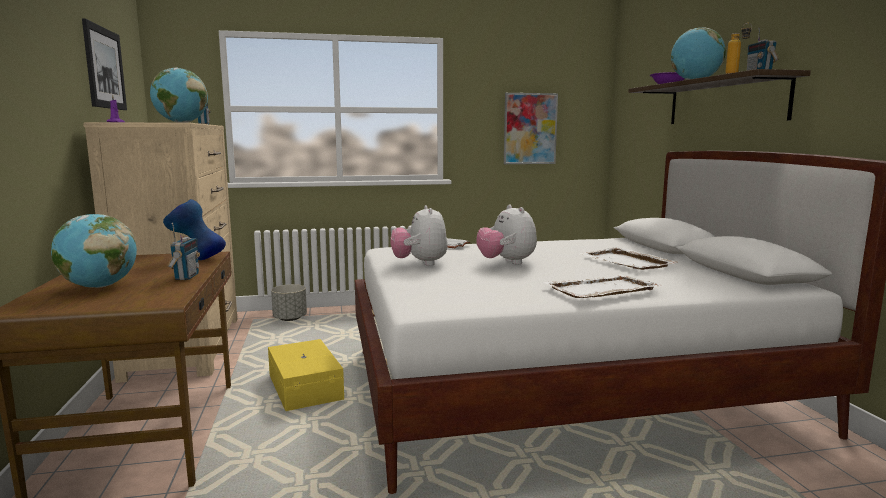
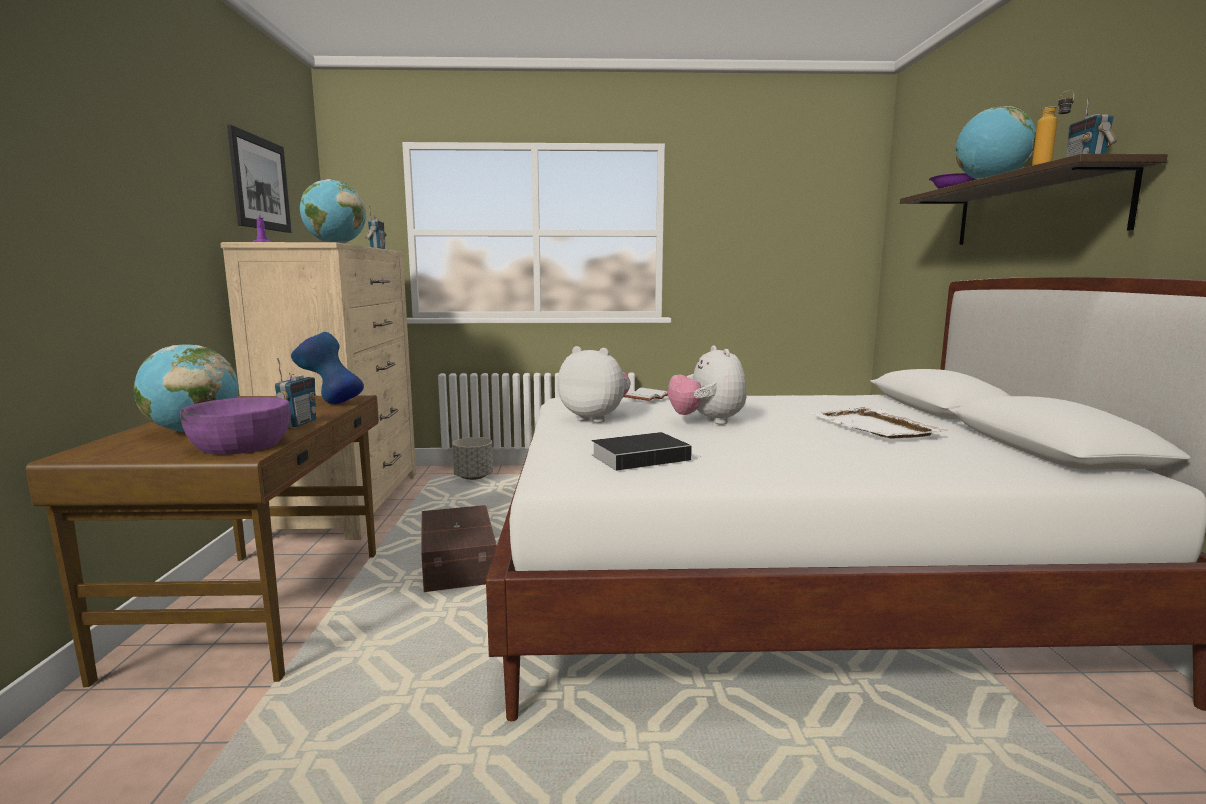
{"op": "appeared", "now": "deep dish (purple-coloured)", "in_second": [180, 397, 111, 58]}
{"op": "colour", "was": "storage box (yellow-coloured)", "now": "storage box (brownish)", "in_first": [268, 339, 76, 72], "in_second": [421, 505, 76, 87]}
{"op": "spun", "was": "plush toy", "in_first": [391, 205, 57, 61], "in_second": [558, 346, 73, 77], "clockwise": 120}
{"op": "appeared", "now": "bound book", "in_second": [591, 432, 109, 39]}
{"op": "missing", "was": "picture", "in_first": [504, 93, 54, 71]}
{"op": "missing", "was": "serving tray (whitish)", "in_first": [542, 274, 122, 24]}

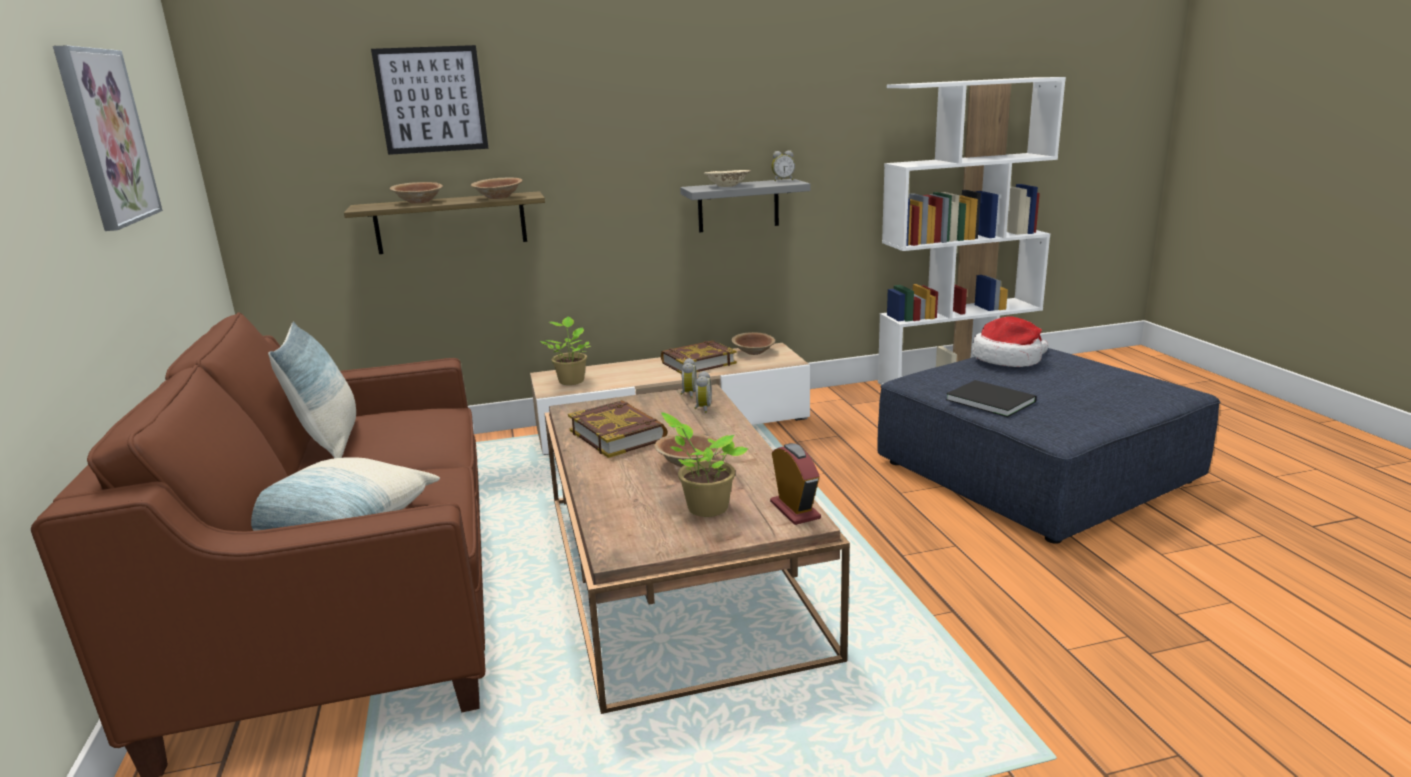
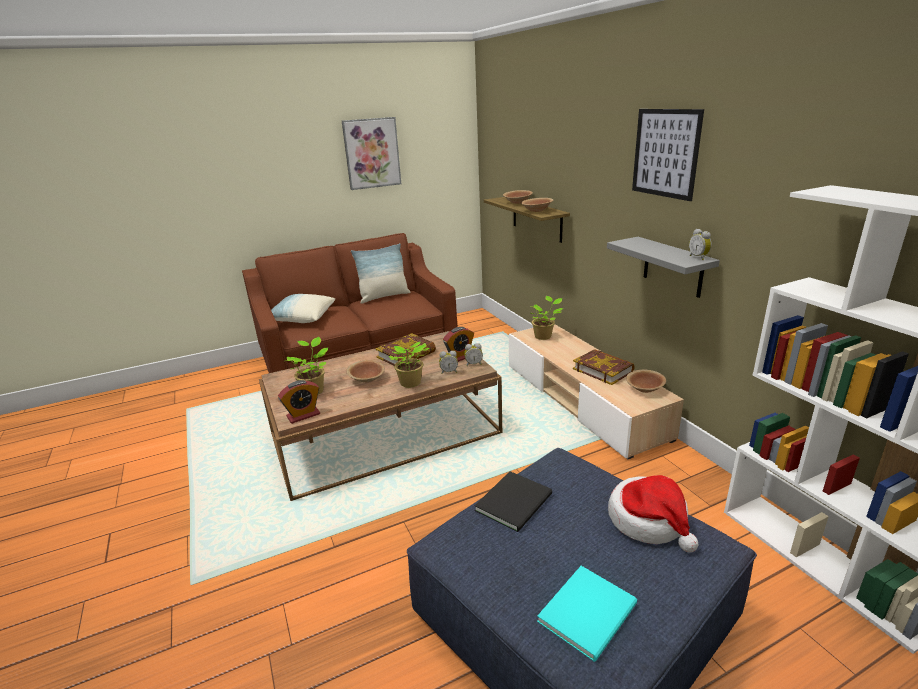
{"op": "appeared", "now": "plant in a pot", "in_second": [389, 342, 41, 46]}
{"op": "appeared", "now": "alarm clock", "in_second": [443, 327, 31, 35]}
{"op": "appeared", "now": "bound book (blue-green)", "in_second": [537, 566, 100, 96]}
{"op": "relocated", "was": "picture", "in_first": [371, 45, 118, 110], "in_second": [632, 109, 72, 92]}
{"op": "missing", "was": "deep dish (beige-coloured)", "in_first": [704, 170, 47, 17]}

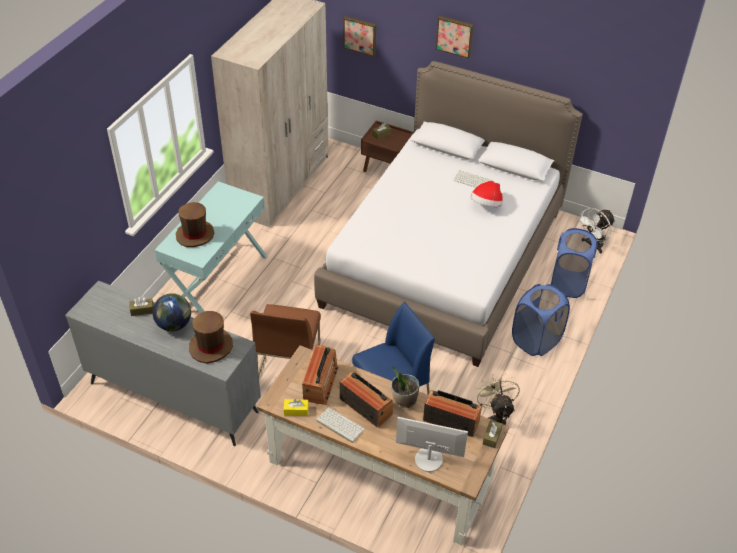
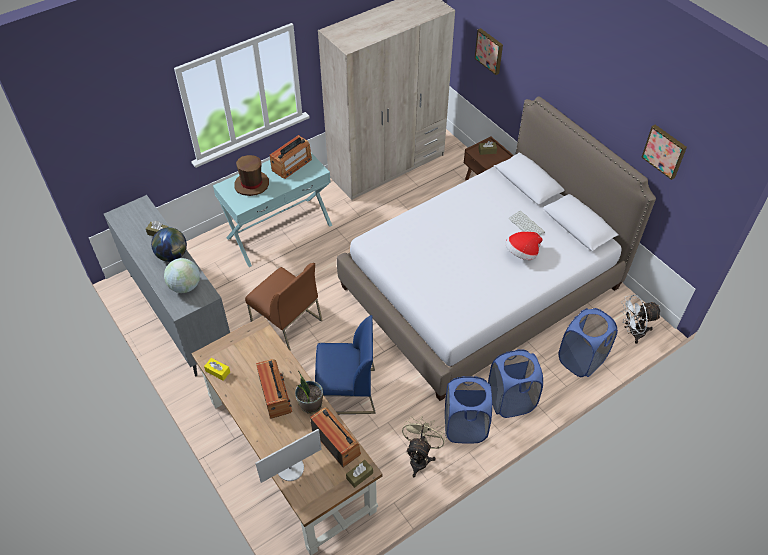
{"op": "exchanged", "was": "wearable hat (brownish)", "now": "desk globe", "in_first": [189, 311, 44, 53], "in_second": [164, 258, 36, 35]}
{"op": "spun", "was": "upright chair (brownish)", "in_first": [250, 304, 71, 71], "in_second": [245, 263, 78, 88], "clockwise": -90}
{"op": "spun", "was": "monitor", "in_first": [396, 417, 72, 55], "in_second": [255, 429, 67, 54], "clockwise": 105}
{"op": "relocated", "was": "radio", "in_first": [302, 345, 36, 60], "in_second": [270, 135, 42, 44]}
{"op": "appeared", "now": "washing basket (bluish)", "in_second": [445, 376, 47, 68]}
{"op": "relocated", "was": "picture", "in_first": [436, 16, 38, 43], "in_second": [641, 125, 46, 55]}
{"op": "missing", "was": "keyboard", "in_first": [316, 407, 49, 36]}

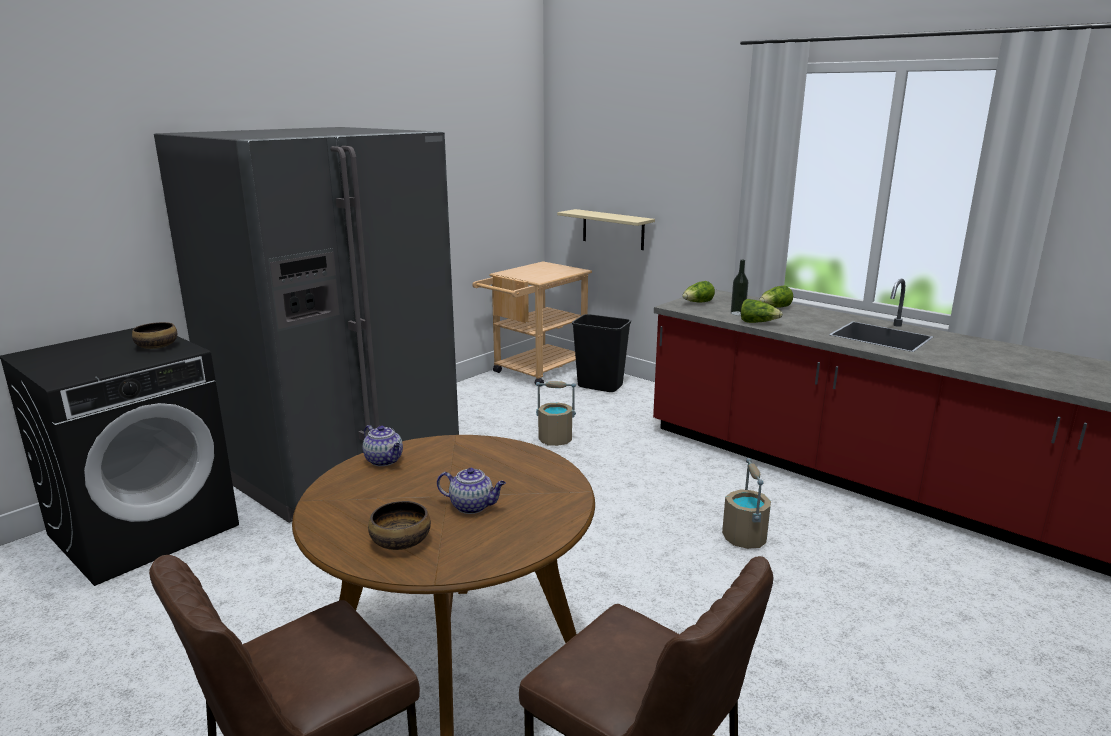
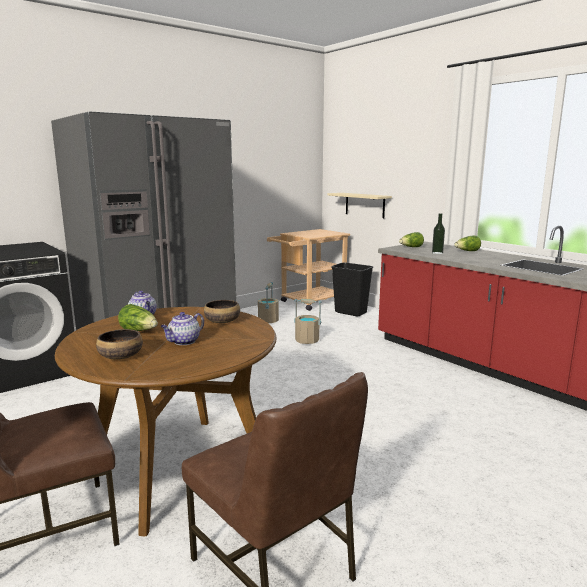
{"op": "relocated", "was": "head of lettuce", "in_first": [741, 299, 42, 24], "in_second": [118, 304, 40, 27]}
{"op": "spun", "was": "teapot", "in_first": [437, 468, 69, 46], "in_second": [161, 312, 43, 33], "clockwise": 105}
{"op": "relocated", "was": "deep dish", "in_first": [132, 322, 45, 27], "in_second": [204, 300, 36, 23]}
{"op": "relocated", "was": "bucket (beige-coloured)", "in_first": [722, 458, 49, 91], "in_second": [258, 282, 21, 41]}

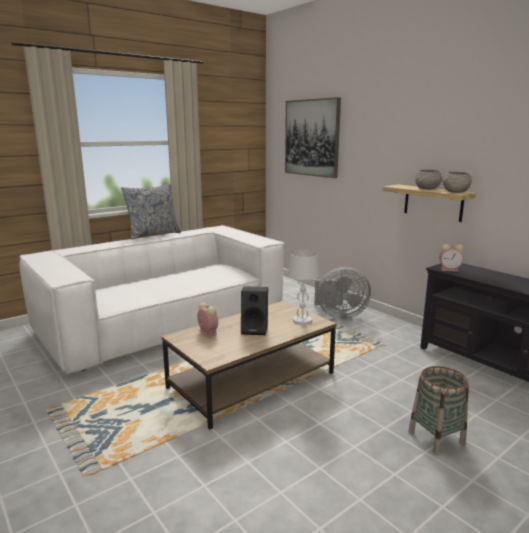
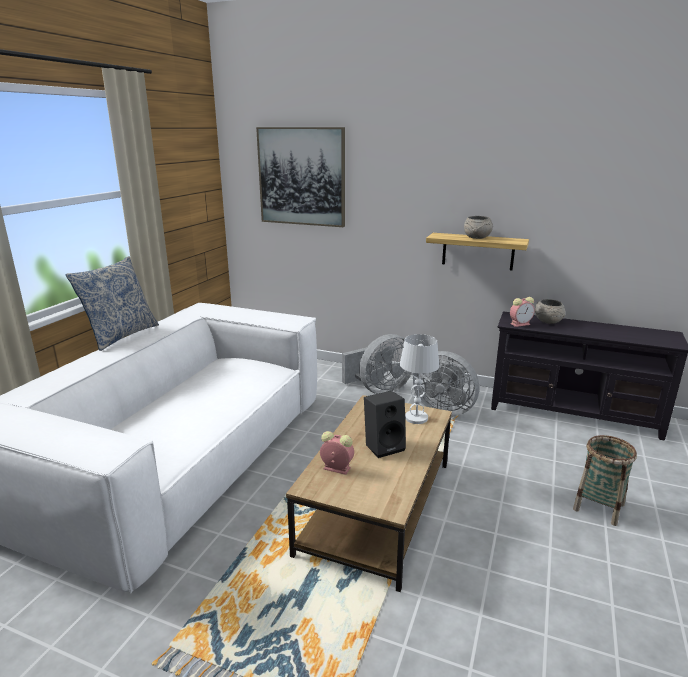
{"op": "appeared", "now": "fan (grey)", "in_second": [413, 351, 66, 66]}
{"op": "relocated", "was": "deep dish (grey)", "in_first": [442, 172, 30, 21], "in_second": [535, 299, 30, 25]}

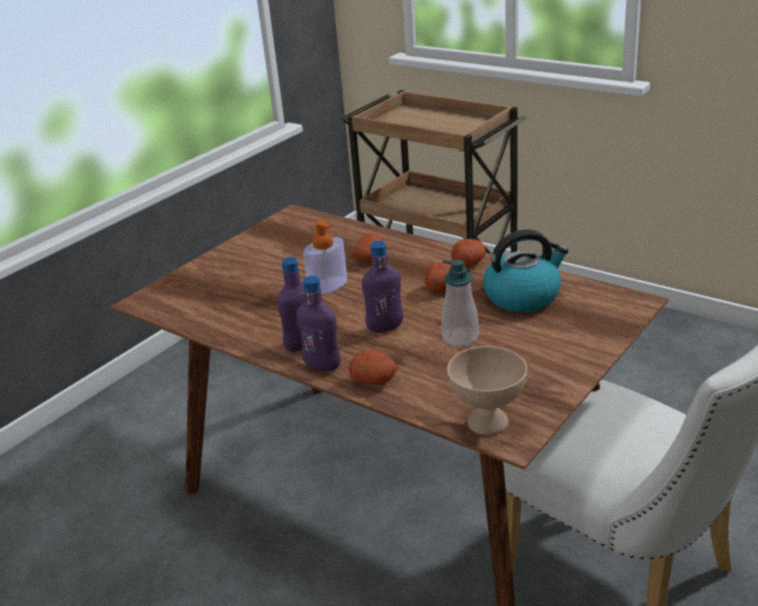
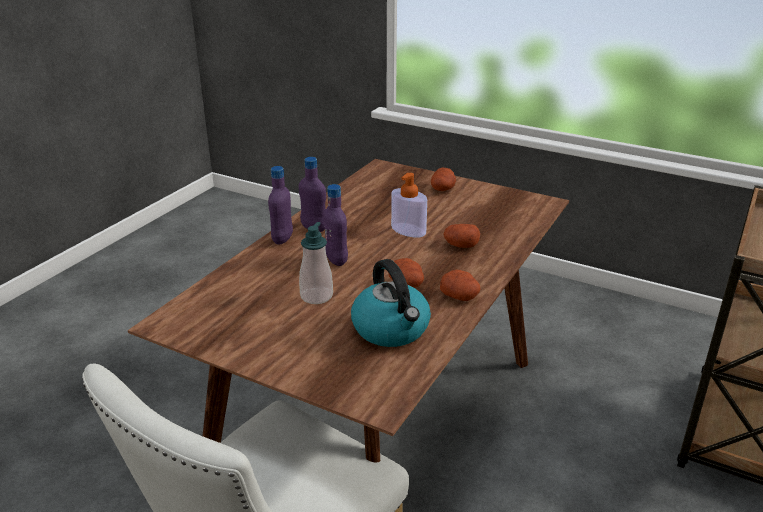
{"op": "relocated", "was": "whole potato", "in_first": [349, 350, 48, 35], "in_second": [431, 168, 25, 23]}
{"op": "missing", "was": "deep dish (beige-coloured)", "in_first": [447, 346, 80, 90]}

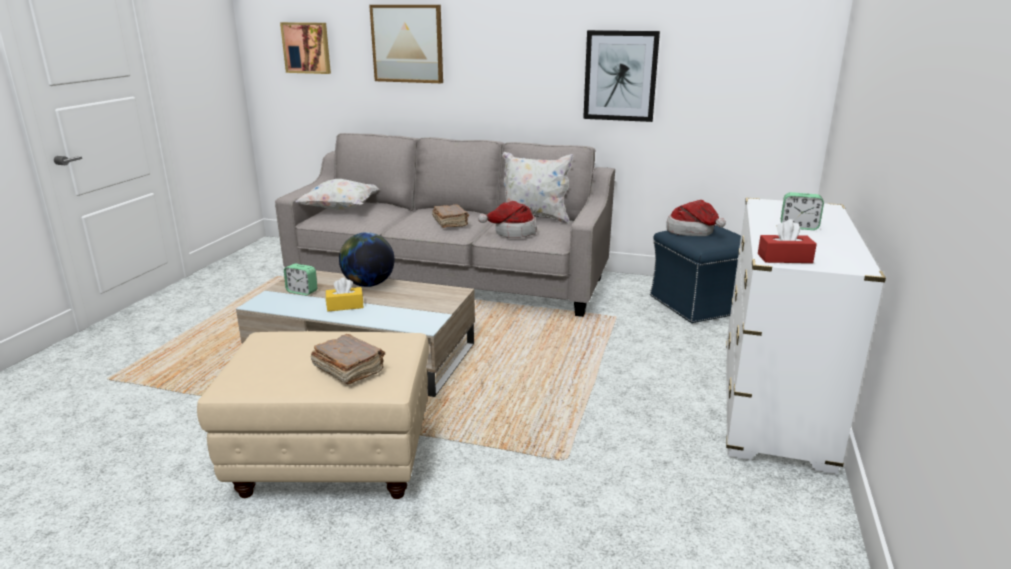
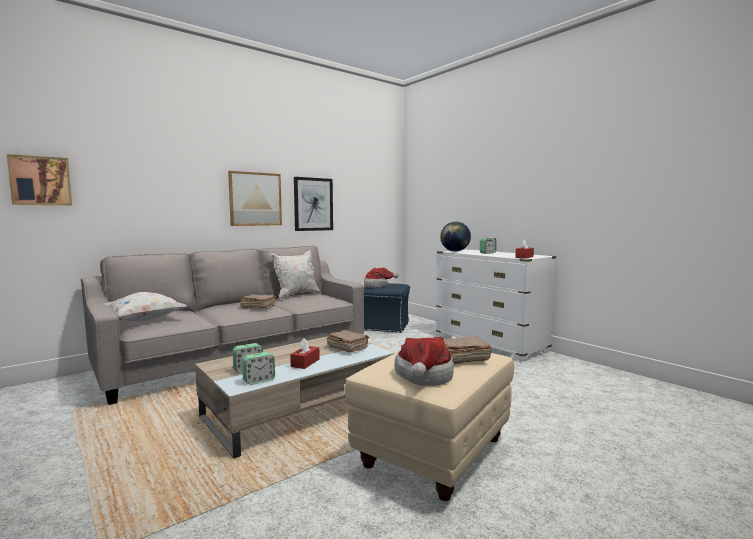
{"op": "relocated", "was": "picture", "in_first": [369, 5, 74, 78], "in_second": [228, 171, 54, 55]}
{"op": "appeared", "now": "alarm clock", "in_second": [242, 352, 33, 33]}
{"op": "colour", "was": "tissue holder (yellow-coloured)", "now": "tissue holder (reddish)", "in_first": [326, 278, 38, 33], "in_second": [290, 338, 30, 31]}
{"op": "appeared", "now": "bound book (brownish)", "in_second": [327, 330, 42, 23]}
{"op": "relocated", "was": "wearable hat", "in_first": [478, 201, 59, 37], "in_second": [395, 337, 59, 49]}
{"op": "relocated", "was": "desk globe", "in_first": [339, 232, 56, 55], "in_second": [440, 222, 31, 29]}

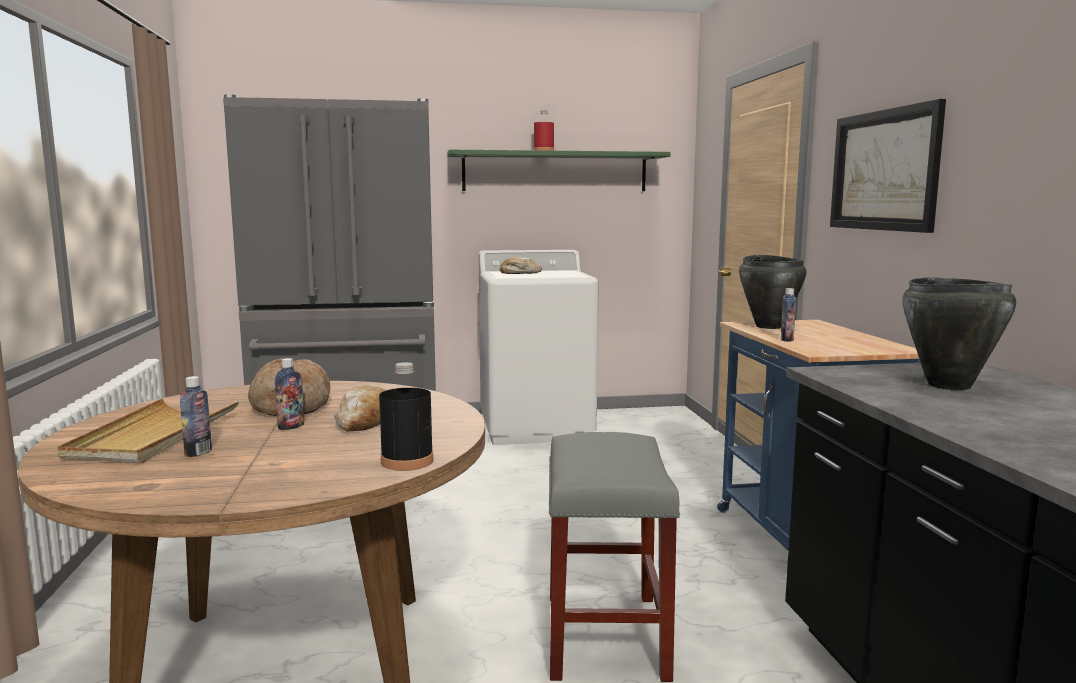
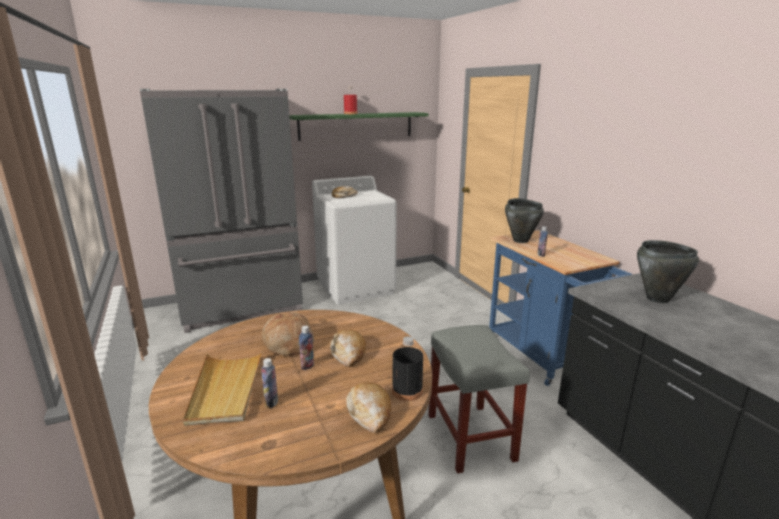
{"op": "appeared", "now": "bakery bread", "in_second": [346, 382, 45, 51]}
{"op": "missing", "was": "picture", "in_first": [830, 99, 116, 134]}

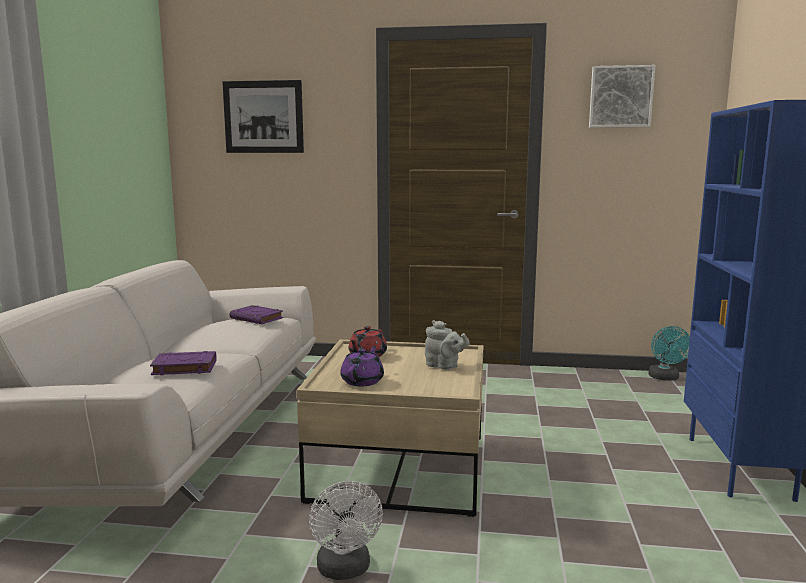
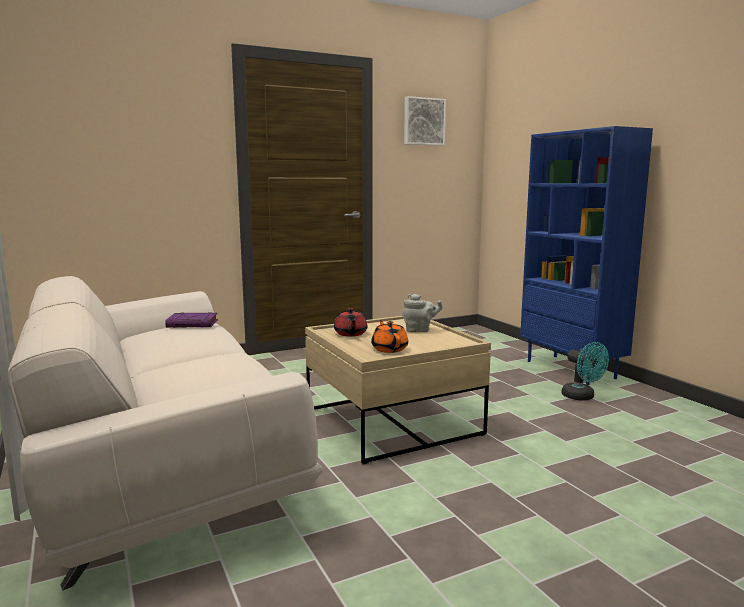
{"op": "colour", "was": "teapot (purple-coloured)", "now": "teapot (orangey)", "in_first": [340, 346, 44, 40], "in_second": [371, 320, 37, 33]}
{"op": "relocated", "was": "fan (blue-green)", "in_first": [648, 326, 42, 54], "in_second": [561, 342, 48, 59]}
{"op": "missing", "was": "bound book (purple-coloured)", "in_first": [150, 351, 66, 24]}
{"op": "missing", "was": "picture", "in_first": [222, 80, 82, 73]}
{"op": "missing", "was": "fan (whitish)", "in_first": [309, 481, 74, 99]}

